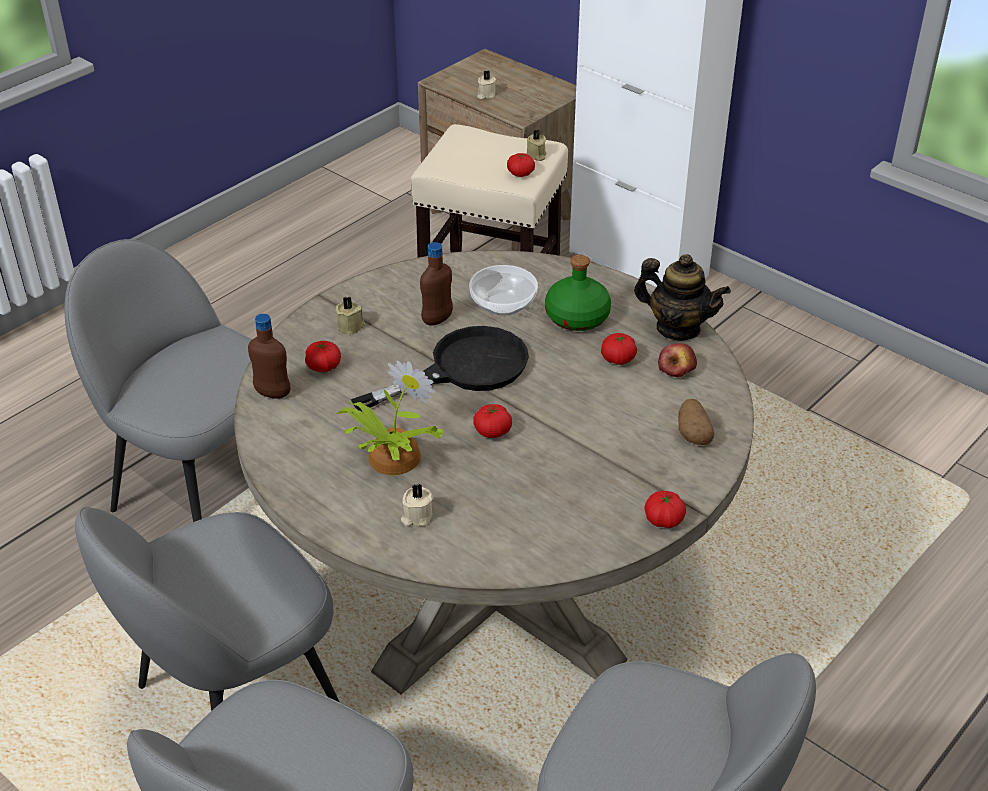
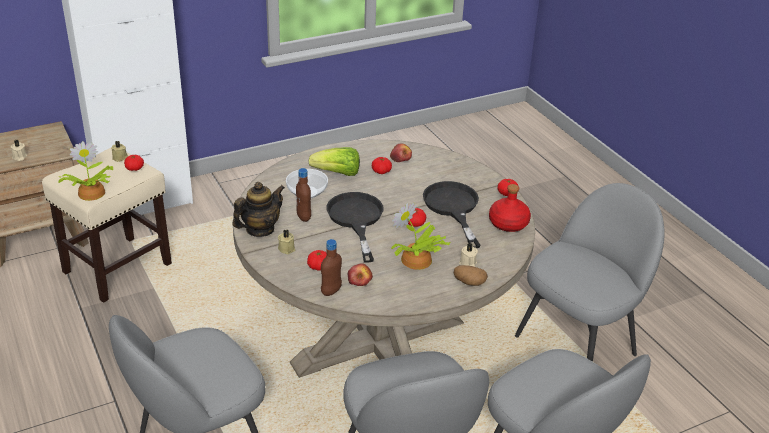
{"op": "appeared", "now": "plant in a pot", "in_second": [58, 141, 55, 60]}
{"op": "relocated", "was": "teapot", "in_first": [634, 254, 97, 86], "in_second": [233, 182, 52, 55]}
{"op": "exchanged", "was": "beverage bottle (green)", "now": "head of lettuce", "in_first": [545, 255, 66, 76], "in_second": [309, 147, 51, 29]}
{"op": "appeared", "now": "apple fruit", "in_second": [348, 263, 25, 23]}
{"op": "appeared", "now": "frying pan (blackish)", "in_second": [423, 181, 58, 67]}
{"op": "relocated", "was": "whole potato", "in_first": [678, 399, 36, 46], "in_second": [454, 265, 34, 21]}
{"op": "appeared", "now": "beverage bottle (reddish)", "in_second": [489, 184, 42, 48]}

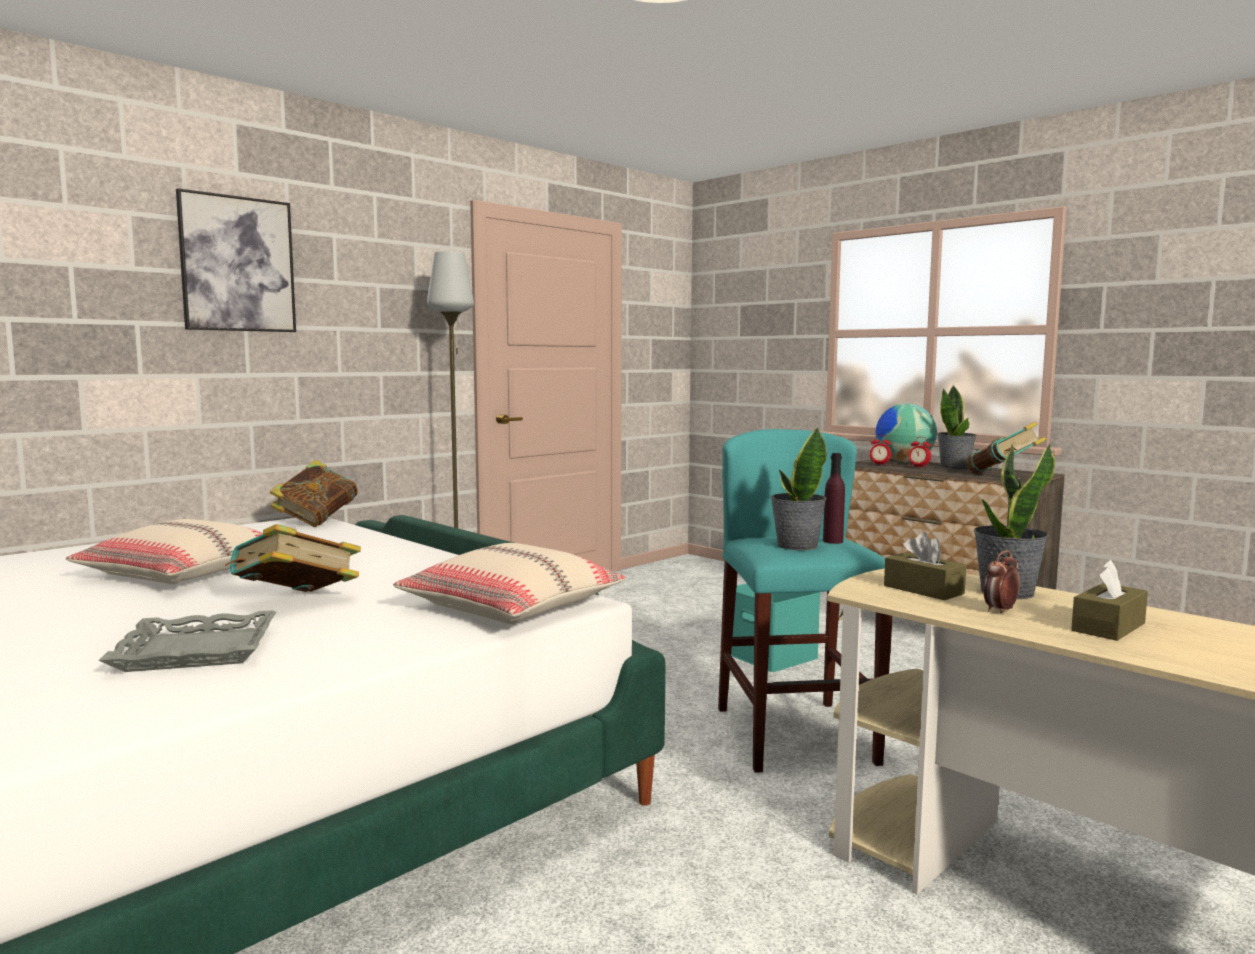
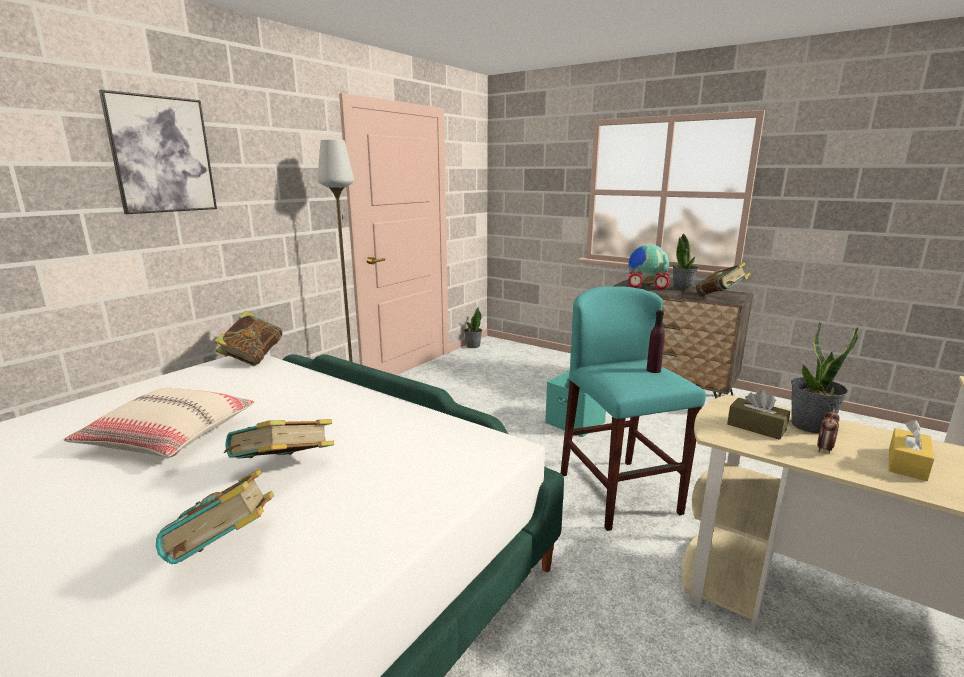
{"op": "exchanged", "was": "serving tray (grey)", "now": "bound book", "in_first": [98, 610, 178, 62], "in_second": [156, 469, 118, 95]}
{"op": "relocated", "was": "plant in a pot", "in_first": [770, 427, 57, 123], "in_second": [464, 307, 18, 41]}
{"op": "colour", "was": "tissue holder (brownish)", "now": "tissue holder (yellow-coloured)", "in_first": [1071, 560, 77, 81], "in_second": [889, 420, 45, 61]}
{"op": "missing", "was": "cushion (beige-coloured)", "in_first": [393, 543, 232, 81]}

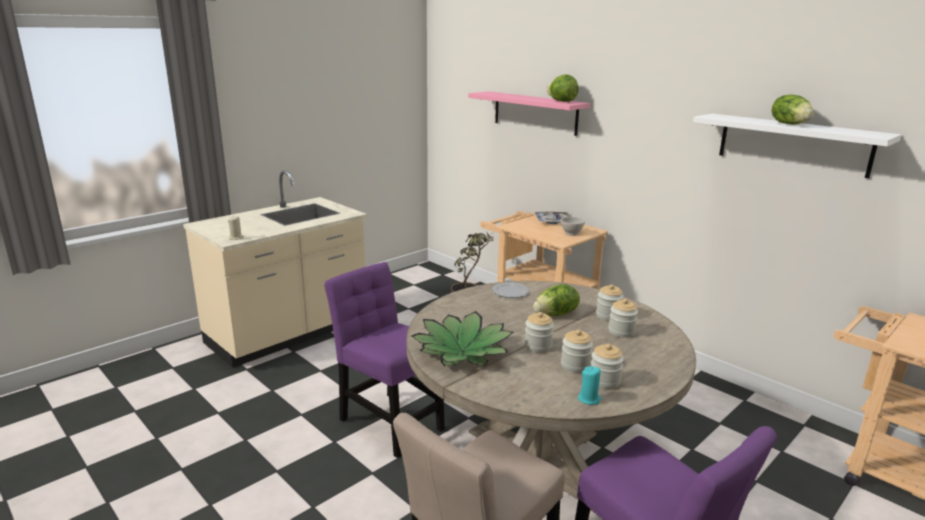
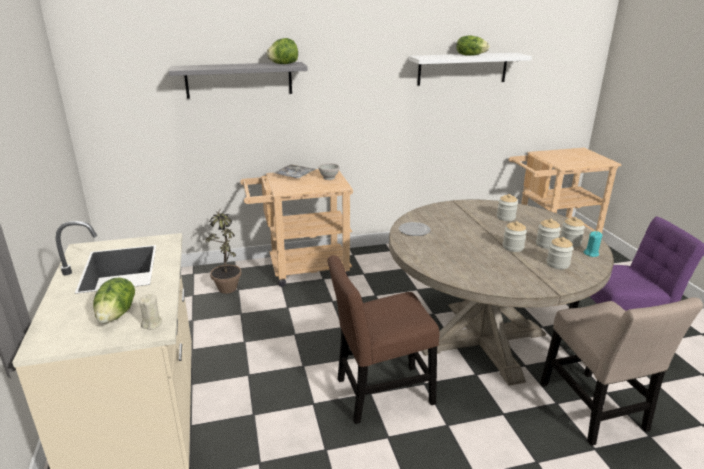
{"op": "relocated", "was": "head of lettuce", "in_first": [533, 284, 47, 32], "in_second": [93, 278, 42, 45]}
{"op": "colour", "was": "shelf (pink)", "now": "shelf (grey)", "in_first": [468, 91, 122, 45], "in_second": [169, 62, 139, 37]}
{"op": "colour", "was": "upright chair (purple-coloured)", "now": "upright chair (brownish)", "in_first": [324, 262, 121, 196], "in_second": [327, 255, 113, 169]}
{"op": "relocated", "was": "preserve jar", "in_first": [596, 284, 28, 37], "in_second": [546, 237, 28, 33]}
{"op": "missing", "was": "plant in a pot", "in_first": [412, 311, 101, 55]}

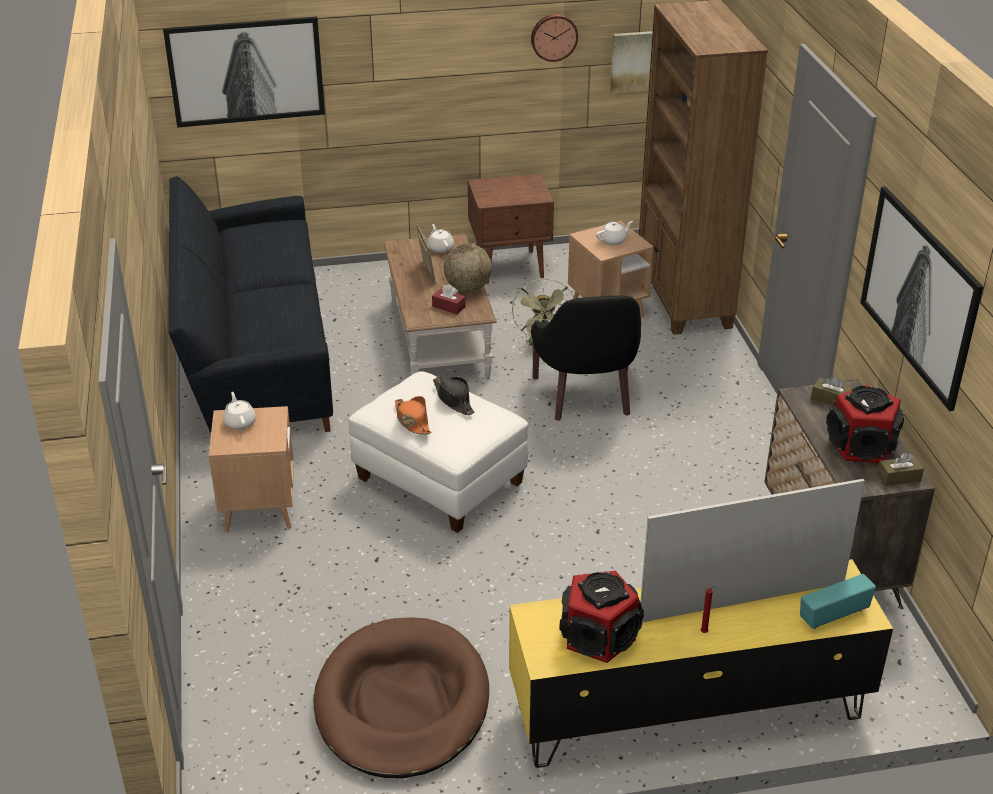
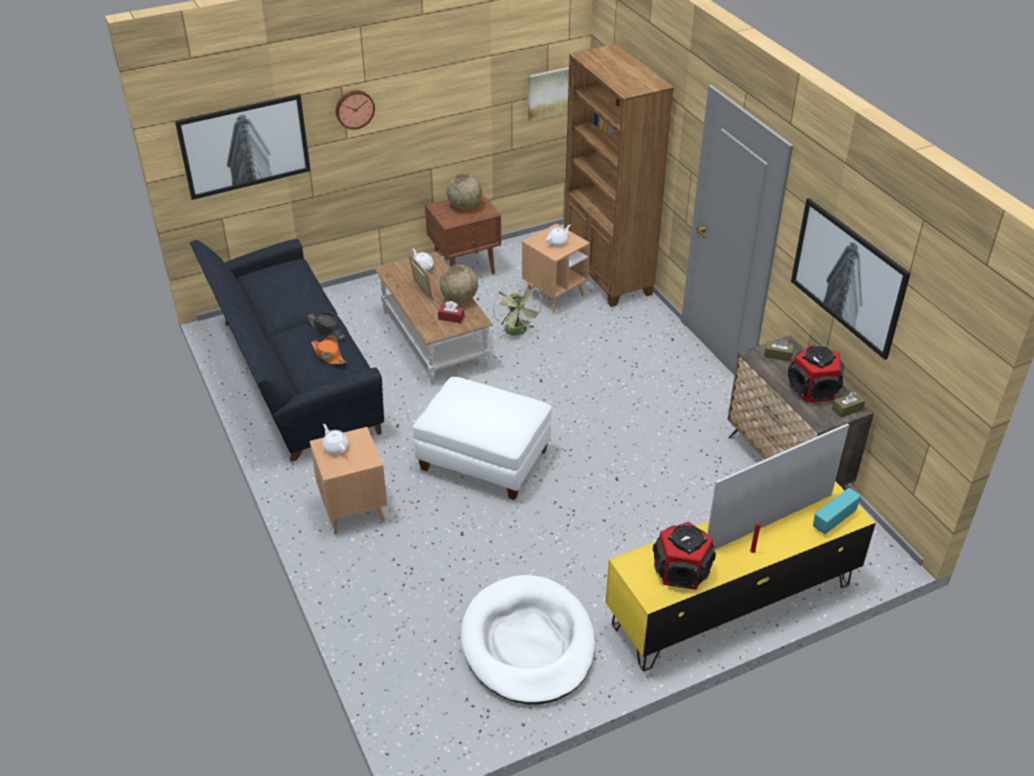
{"op": "relocated", "was": "wearable hat (blackish)", "in_first": [433, 376, 41, 39], "in_second": [308, 312, 37, 27]}
{"op": "relocated", "was": "wearable hat (orangey)", "in_first": [395, 396, 37, 39], "in_second": [311, 336, 35, 28]}
{"op": "relocated", "was": "wall clock", "in_first": [531, 14, 47, 48], "in_second": [336, 90, 39, 39]}
{"op": "appeared", "now": "desk globe", "in_second": [447, 173, 35, 36]}
{"op": "colour", "was": "pet bed (brownish)", "now": "pet bed (whitish)", "in_first": [313, 617, 176, 161], "in_second": [461, 575, 134, 130]}
{"op": "missing", "was": "armchair (blackish)", "in_first": [531, 295, 110, 126]}

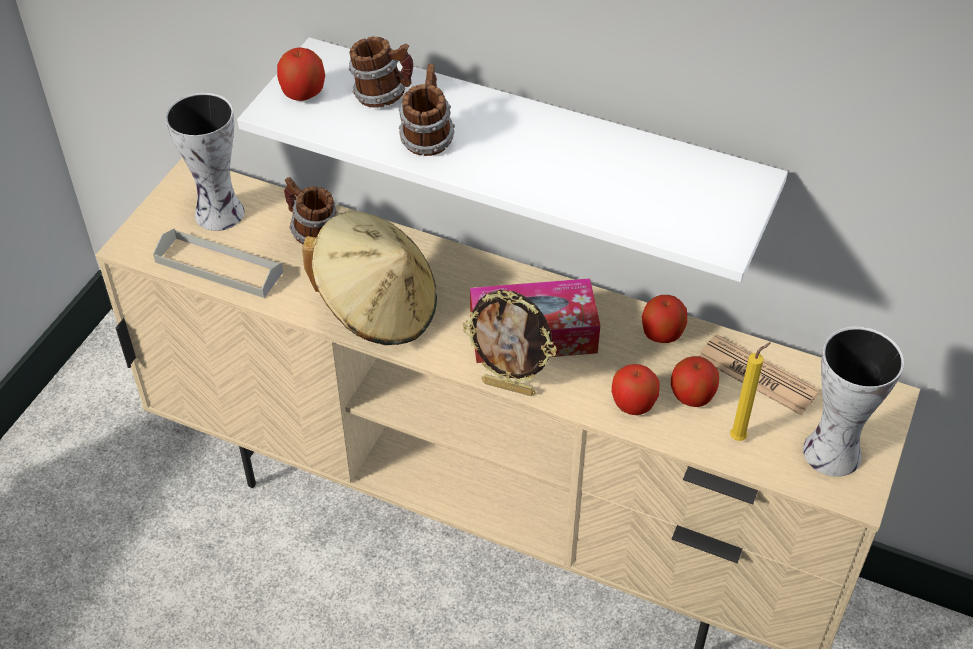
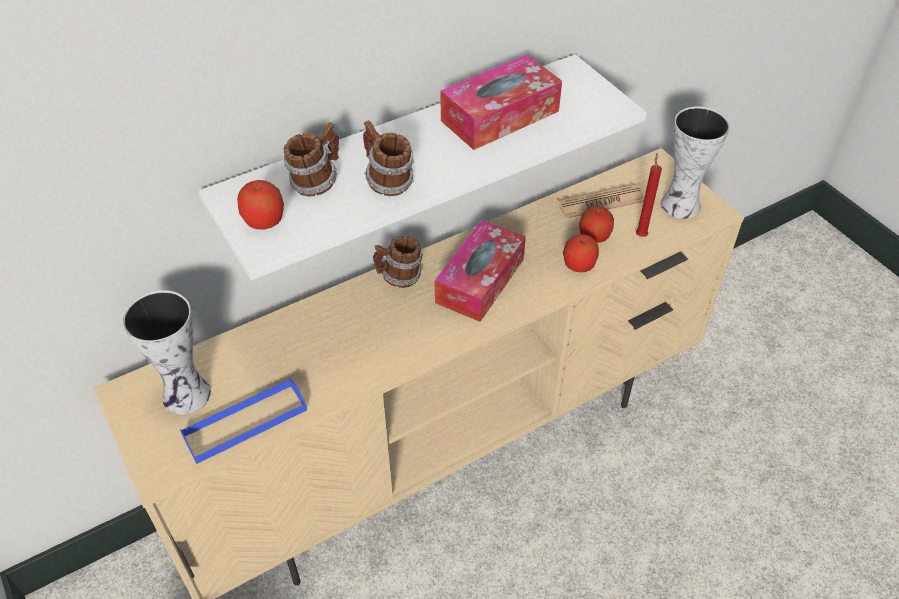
{"op": "colour", "was": "serving tray (grey)", "now": "serving tray (bluish)", "in_first": [153, 229, 130, 69], "in_second": [180, 378, 127, 86]}
{"op": "relocated", "was": "tea mug", "in_first": [284, 177, 53, 67], "in_second": [373, 236, 49, 52]}
{"op": "appeared", "now": "tissue holder", "in_second": [440, 55, 122, 95]}
{"op": "colour", "was": "wax light (yellow-coloured)", "now": "wax light (reddish)", "in_first": [730, 342, 41, 99], "in_second": [636, 153, 26, 84]}
{"op": "missing", "was": "wearable hat (beige-coloured)", "in_first": [302, 212, 135, 133]}
{"op": "missing", "was": "standing frame", "in_first": [463, 290, 94, 106]}
{"op": "missing", "was": "apple fruit", "in_first": [642, 295, 45, 48]}

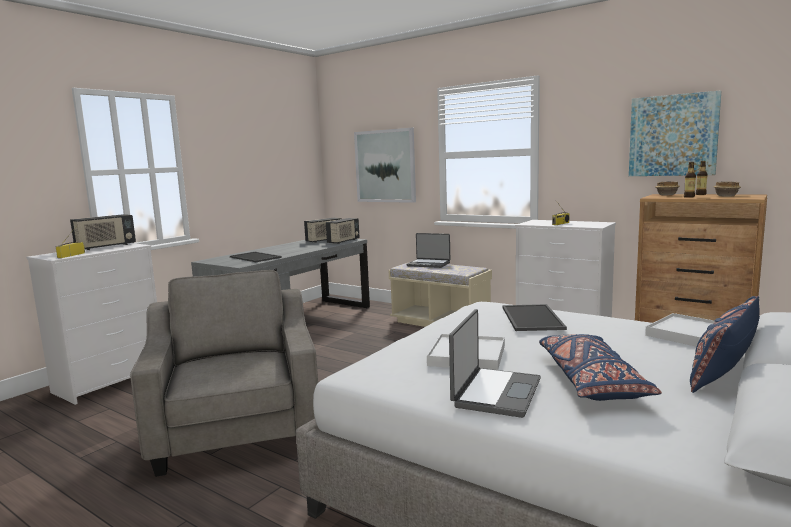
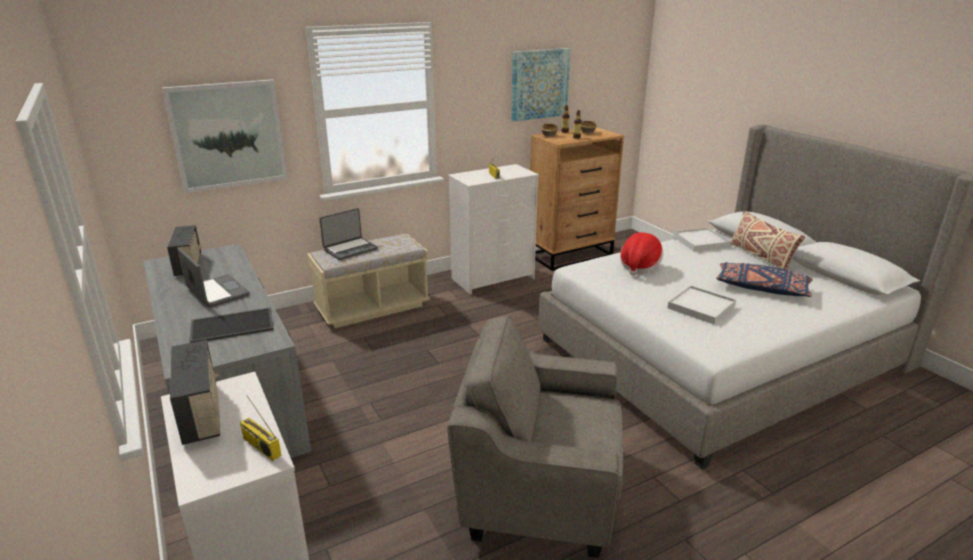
{"op": "relocated", "was": "laptop", "in_first": [449, 309, 92, 109], "in_second": [178, 249, 72, 59]}
{"op": "exchanged", "was": "serving tray", "now": "wearable hat", "in_first": [502, 304, 65, 27], "in_second": [620, 232, 43, 43]}
{"op": "colour", "was": "cushion (bluish)", "now": "cushion (beige-coloured)", "in_first": [690, 296, 70, 97], "in_second": [730, 211, 75, 59]}
{"op": "missing", "was": "radio", "in_first": [326, 218, 33, 26]}

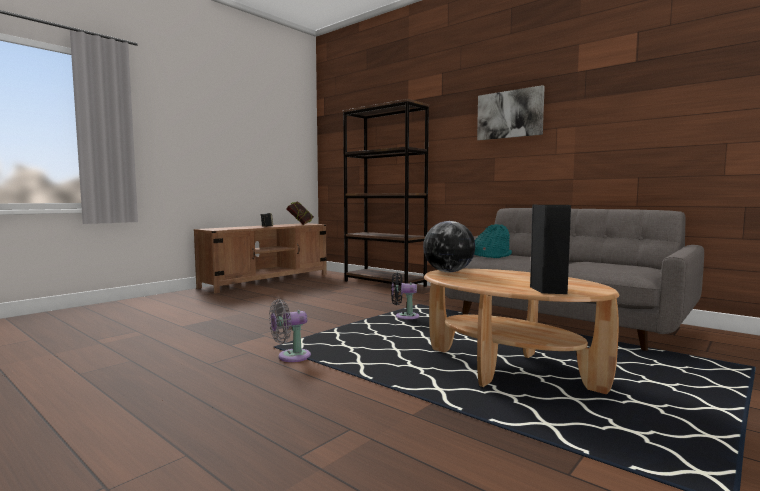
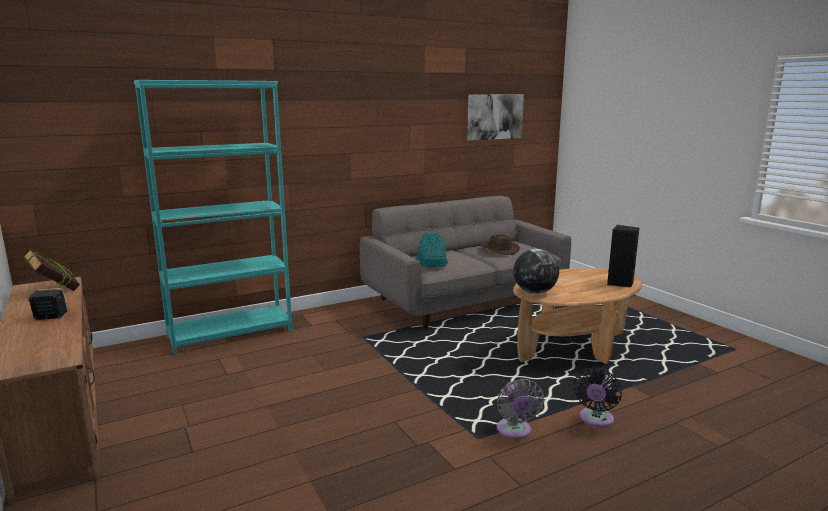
{"op": "colour", "was": "bookshelf (brownish)", "now": "bookshelf (blue-green)", "in_first": [343, 99, 86, 188], "in_second": [134, 80, 158, 275]}
{"op": "relocated", "was": "picture", "in_first": [477, 85, 68, 55], "in_second": [467, 94, 57, 47]}
{"op": "appeared", "now": "wearable hat (brownish)", "in_second": [480, 234, 40, 21]}
{"op": "relocated", "was": "fan (blackish)", "in_first": [391, 273, 29, 46], "in_second": [574, 368, 48, 59]}

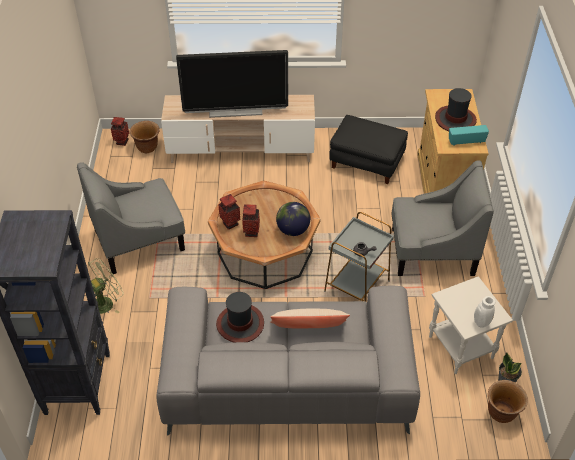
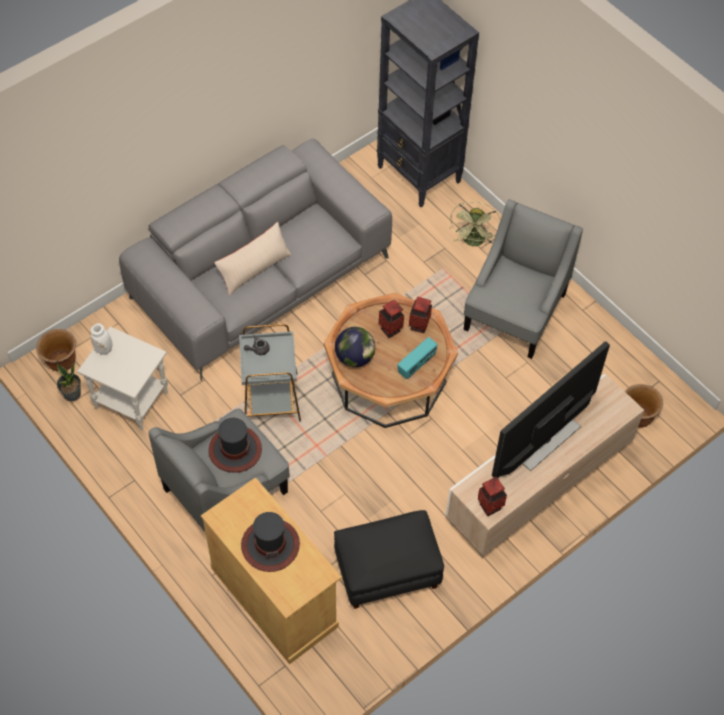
{"op": "relocated", "was": "wearable hat", "in_first": [216, 292, 48, 50], "in_second": [208, 418, 54, 55]}
{"op": "relocated", "was": "radio", "in_first": [449, 125, 40, 21], "in_second": [397, 337, 41, 42]}
{"op": "relocated", "was": "decorative vase", "in_first": [111, 117, 18, 29], "in_second": [478, 477, 29, 39]}

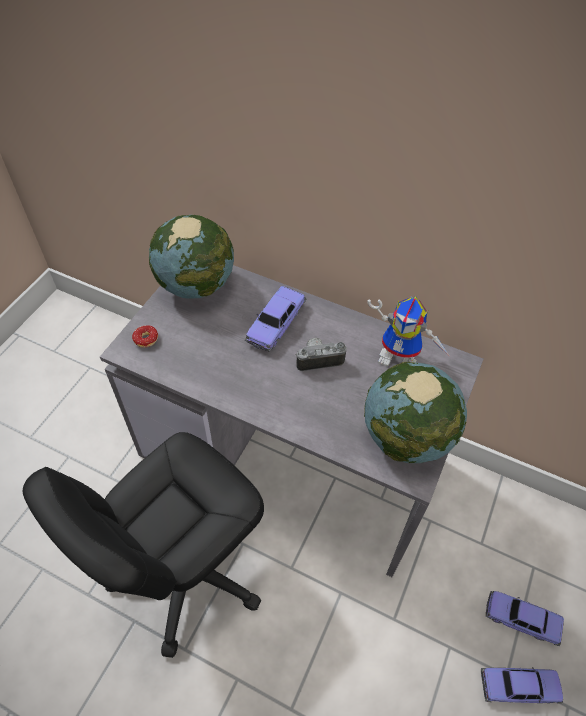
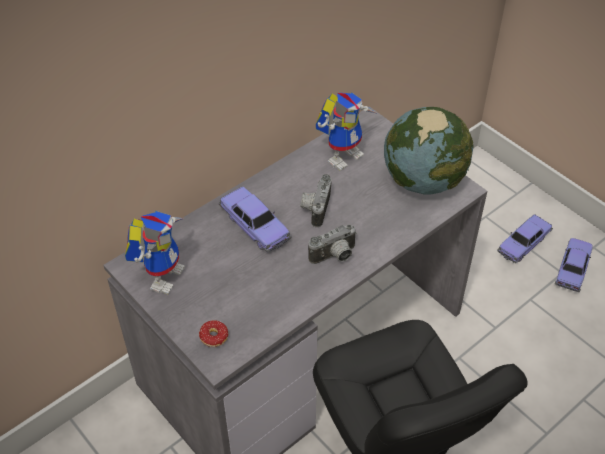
{"op": "exchanged", "was": "desk globe", "now": "robot figure", "in_first": [149, 215, 85, 84], "in_second": [125, 211, 60, 83]}
{"op": "appeared", "now": "photo camera", "in_second": [308, 225, 49, 39]}

